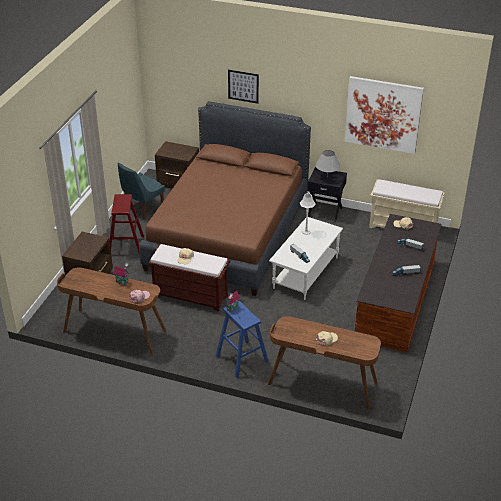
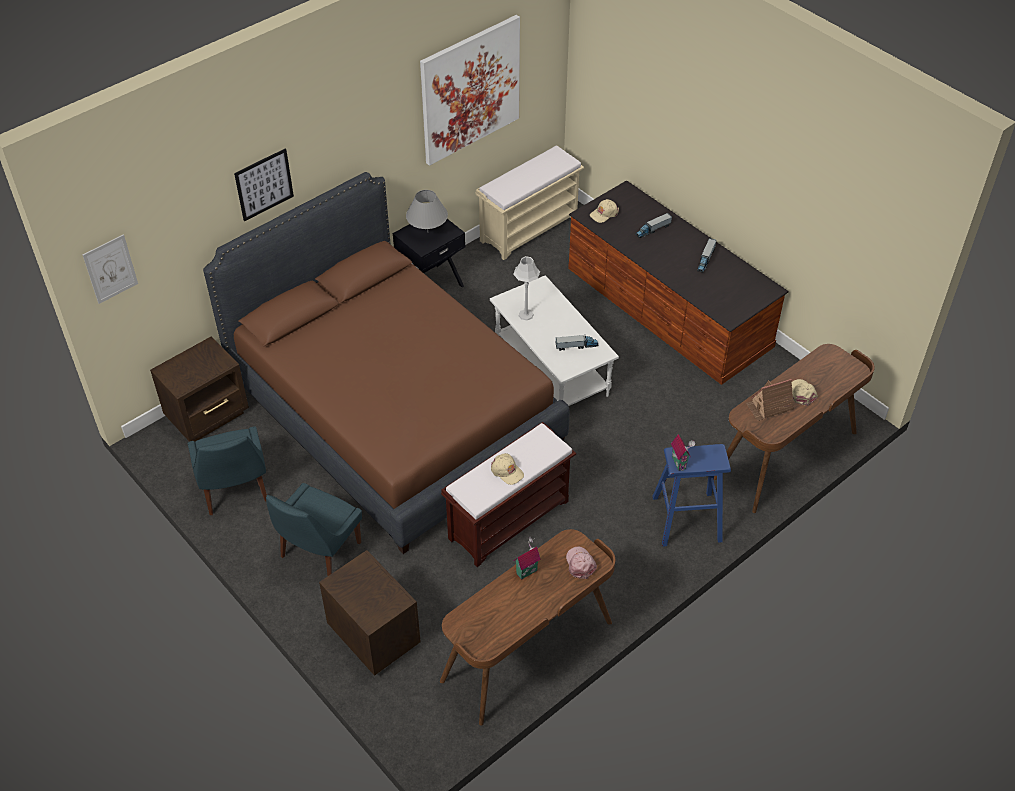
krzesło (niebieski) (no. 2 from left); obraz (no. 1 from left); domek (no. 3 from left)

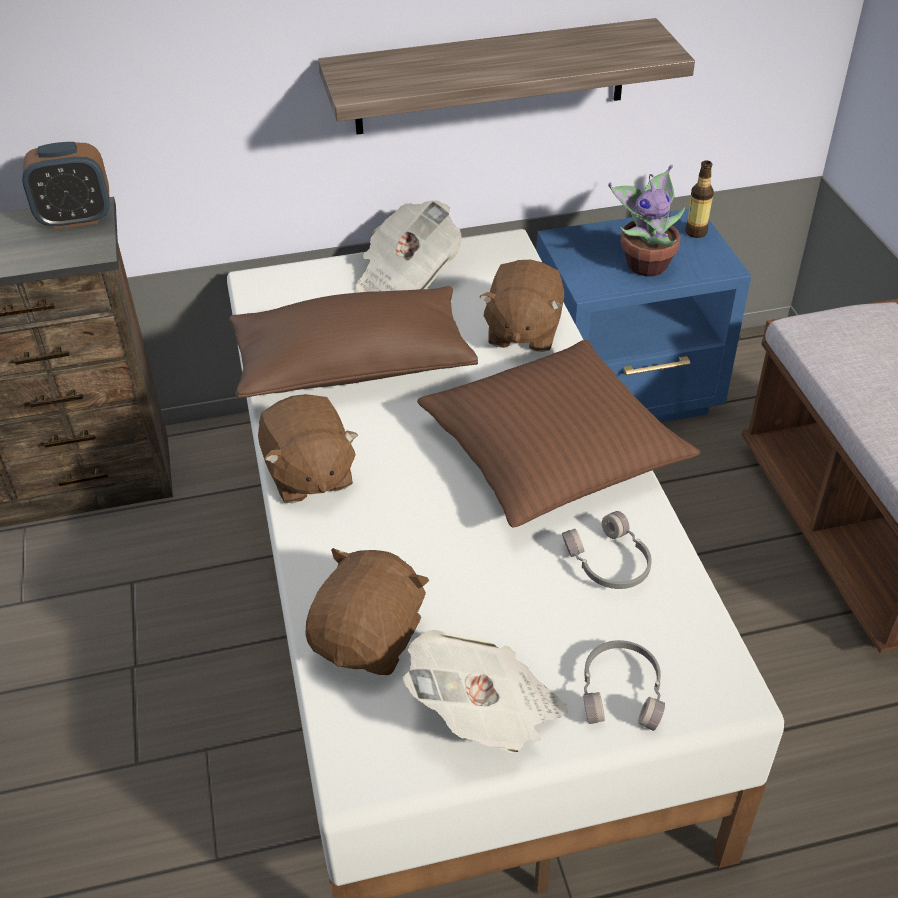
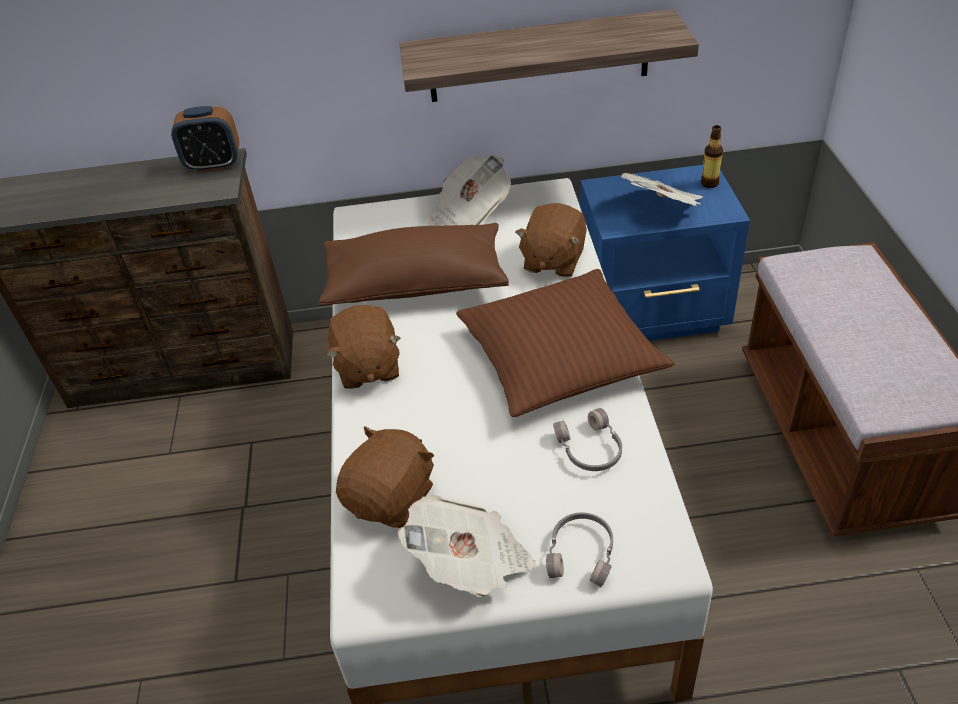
gazeta (no. 3 from left)

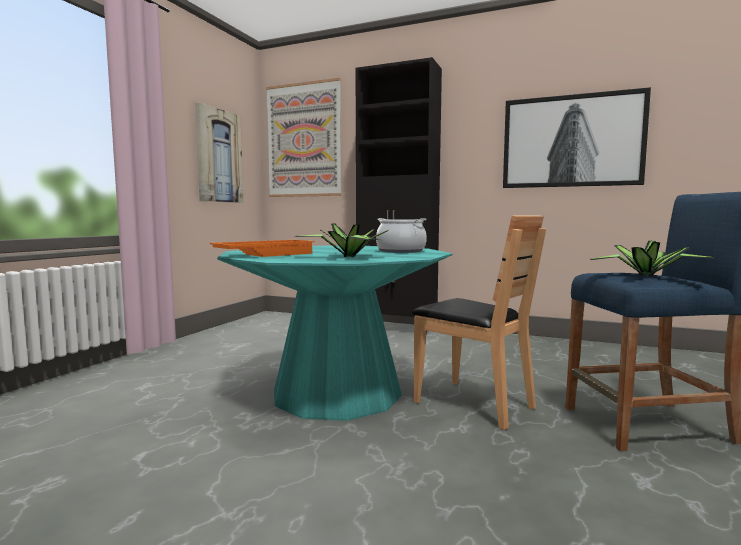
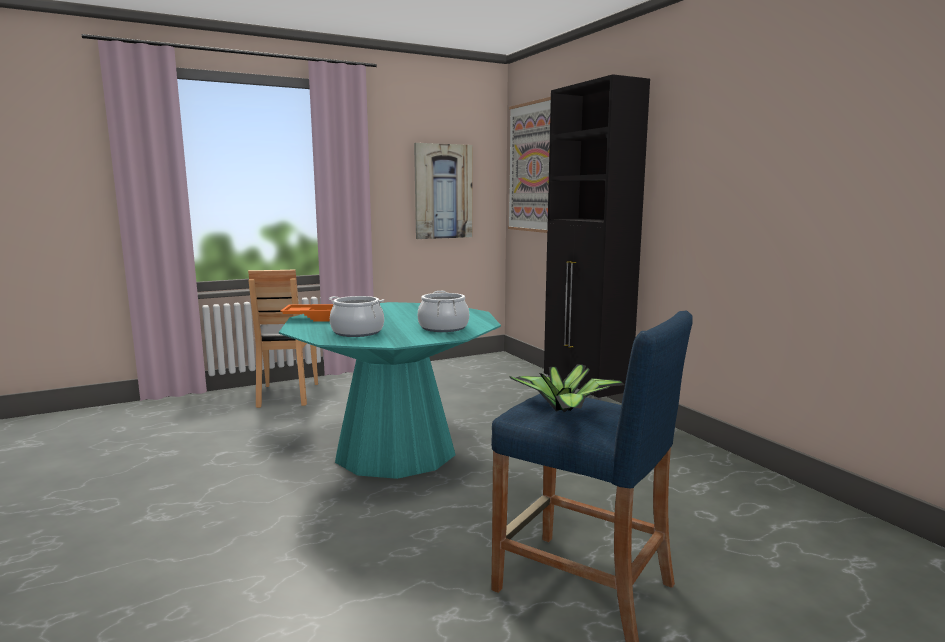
obraz (no. 3 from left in the first image); krzesło (brązowy); garnek (no. 1 from left)

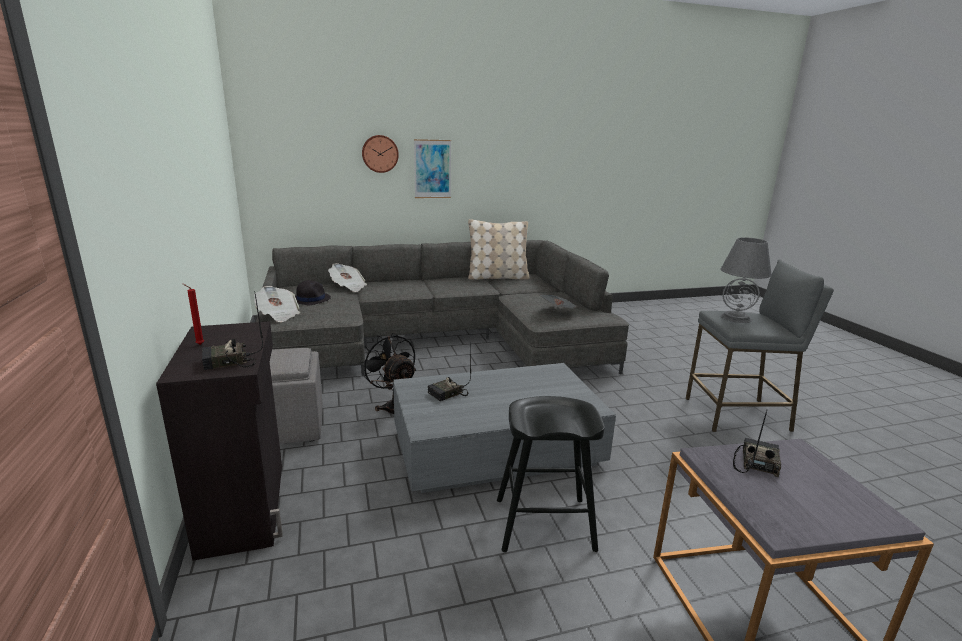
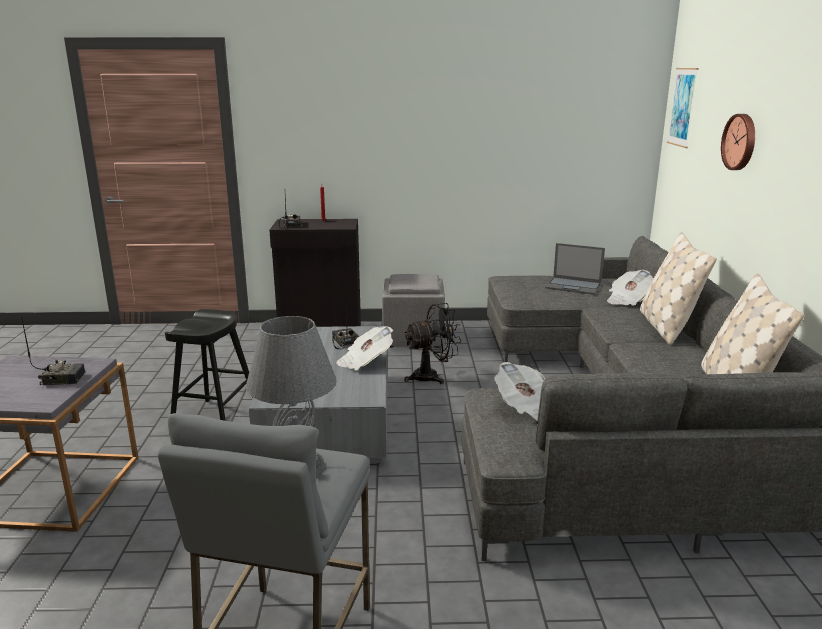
obraz; laptop; gazeta (no. 1 from left); radio (no. 1 from left); poduszka (beżowy) (no. 1 from left)

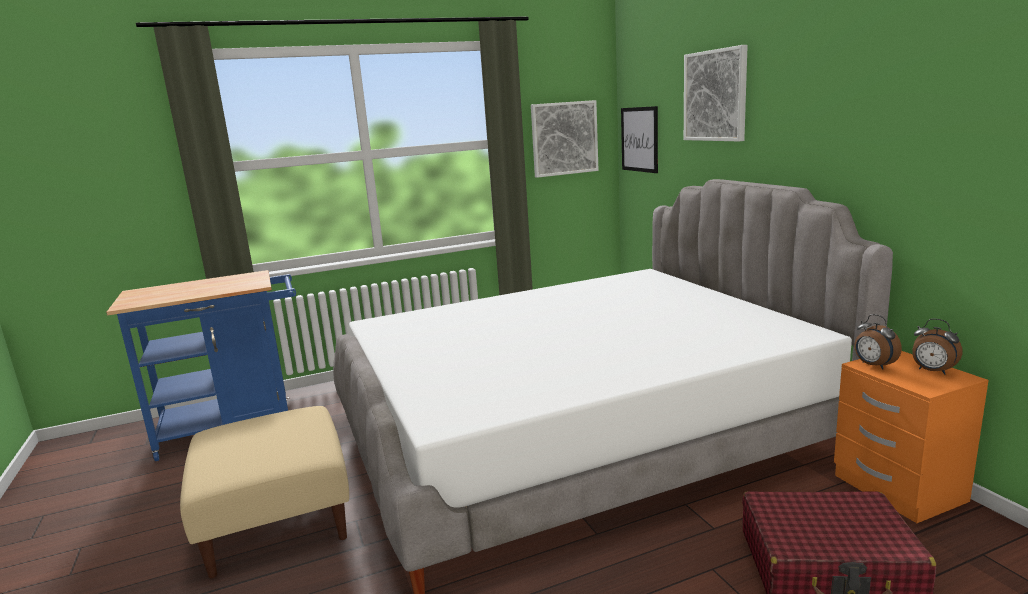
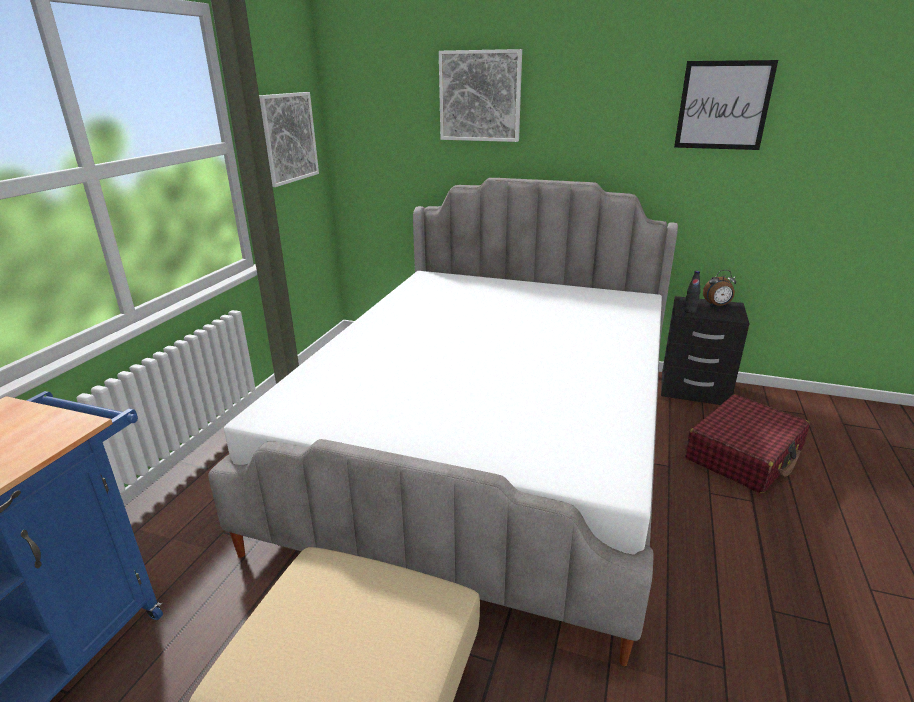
obraz (no. 3 from left); butelka (czarny); szafka nocna (czarny)

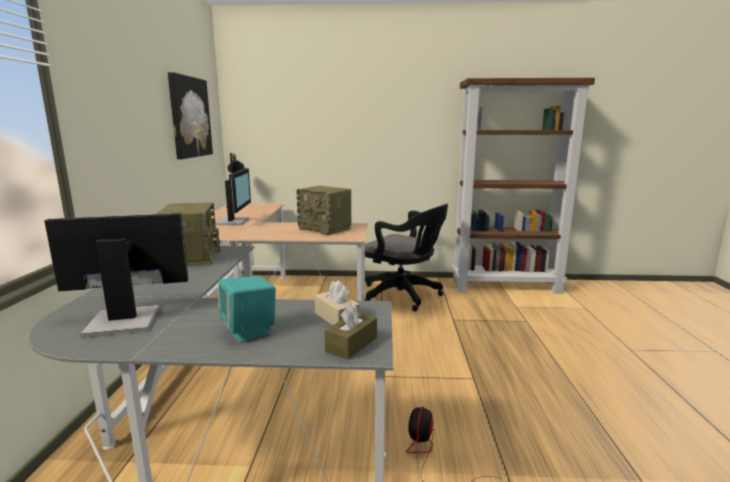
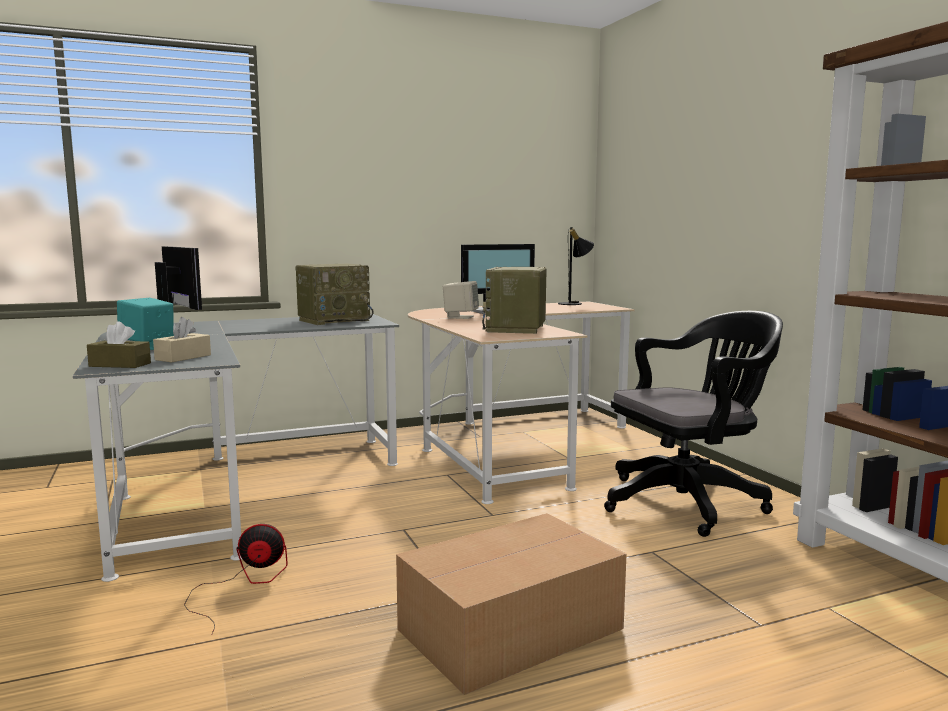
obraz; krzesło biurowe (czarny); głośnik (beżowy); karton

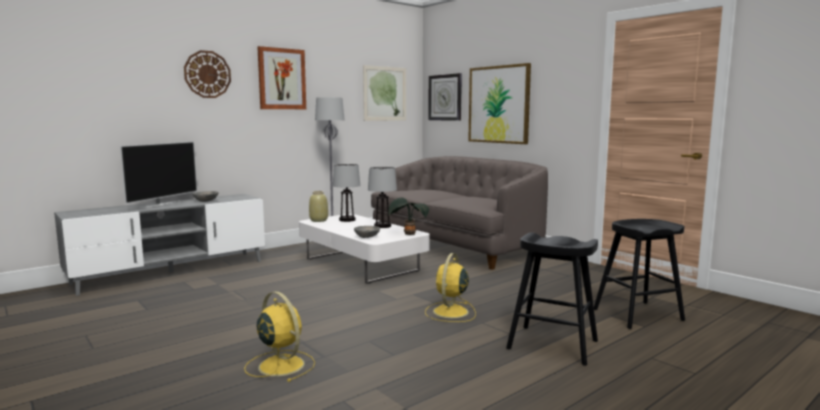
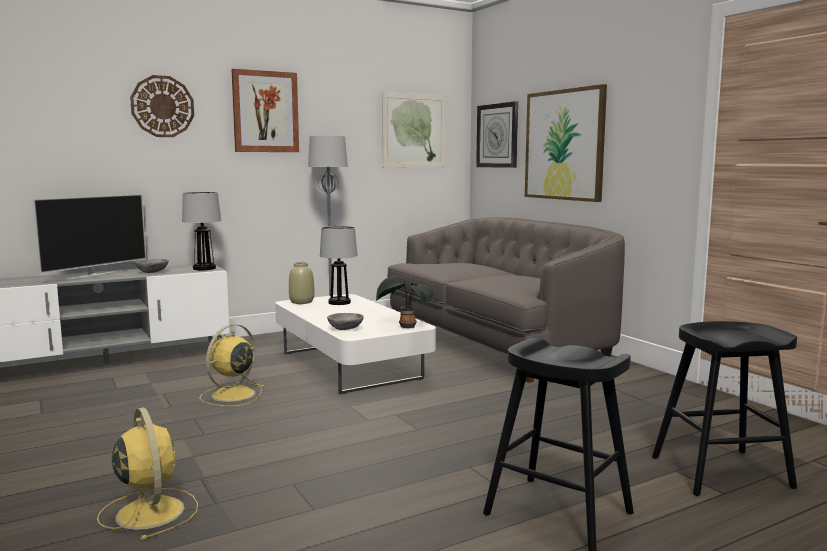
lampa stołowa (no. 1 from left); wentylator (żółty) (no. 2 from left)

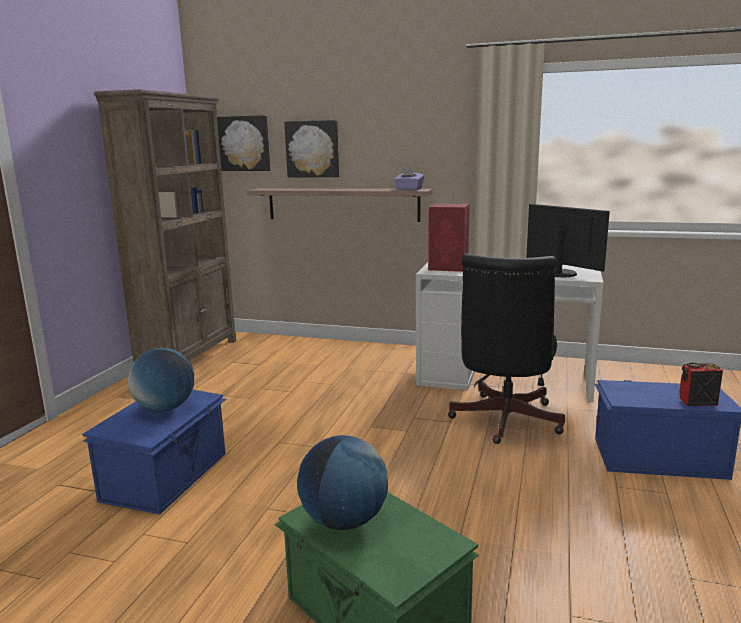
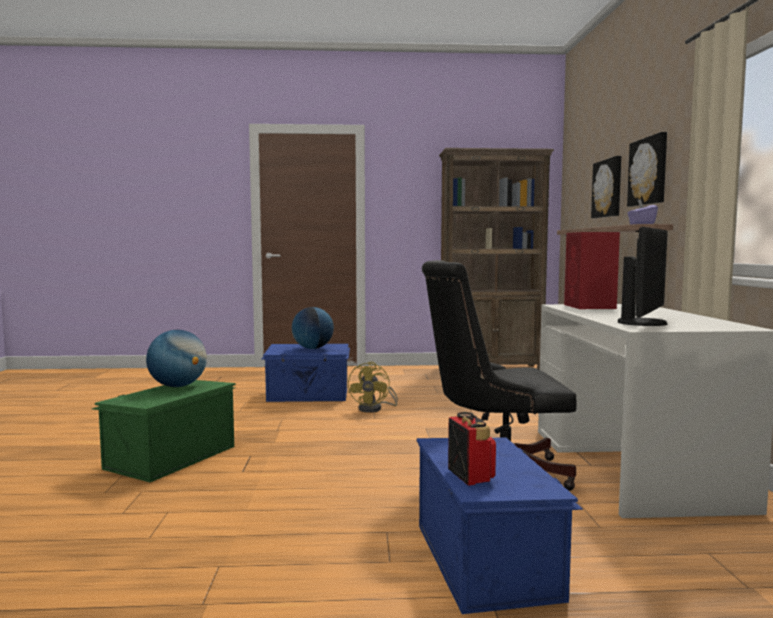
obraz (no. 2 from left); wentylator (żółty)

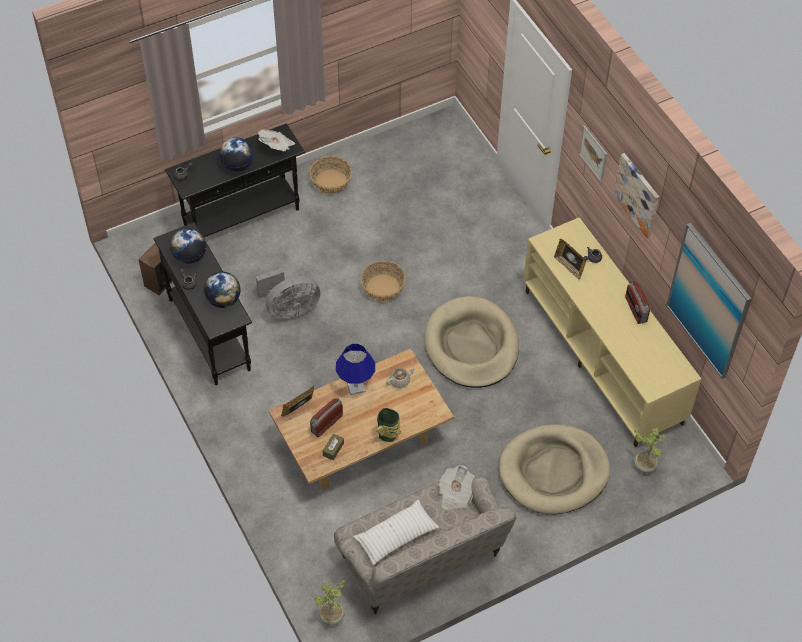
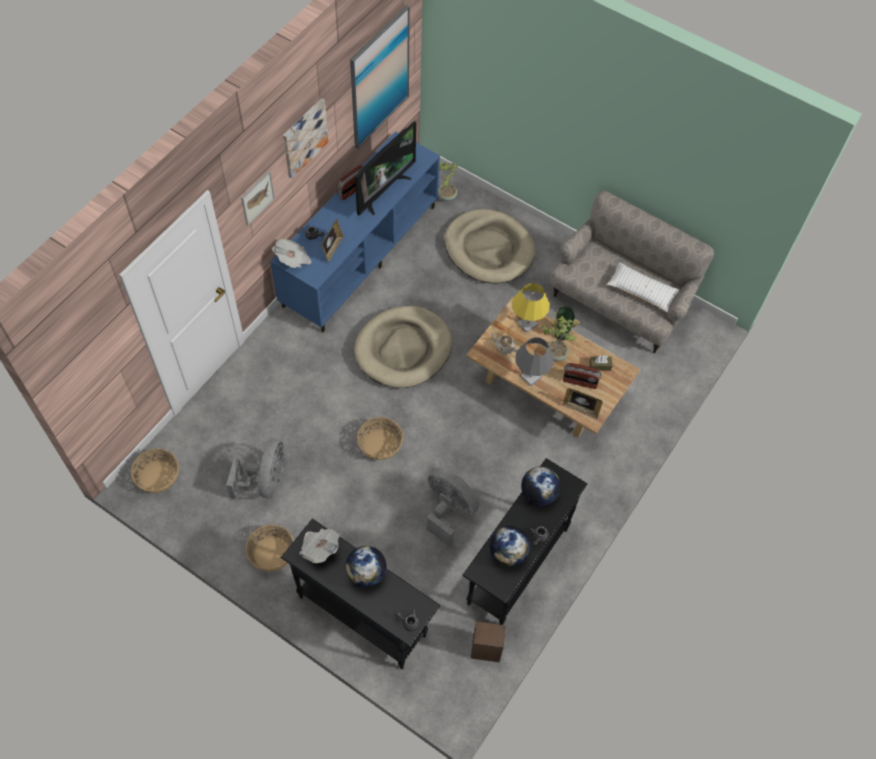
szafka pod telewizor (niebieski); lampa stołowa (szary); gazeta (no. 1 from left); roślina doniczkowa (no. 2 from left); telewizor; lampa stołowa (żółty); wentylator (szary) (no. 1 from left); koszyk (no. 1 from left)

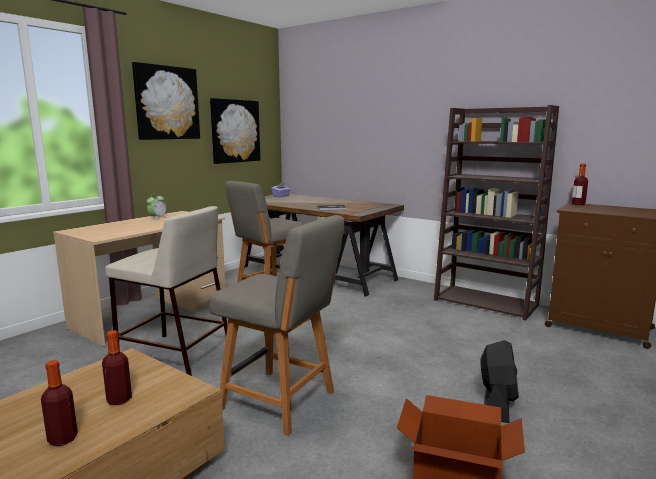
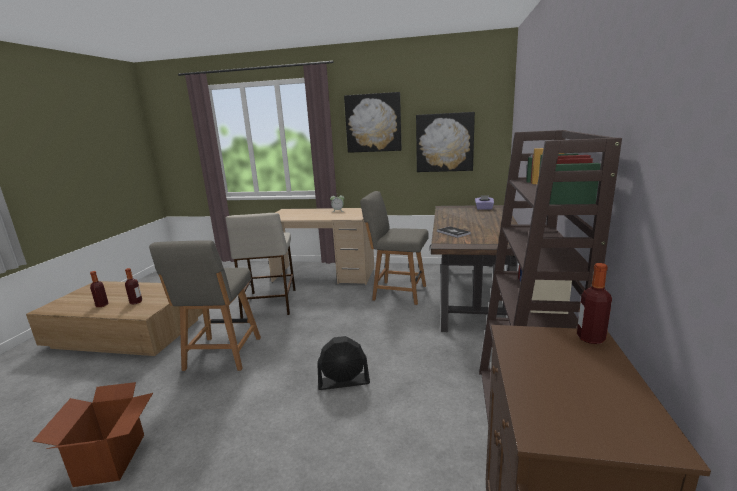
wentylator (czarny)

